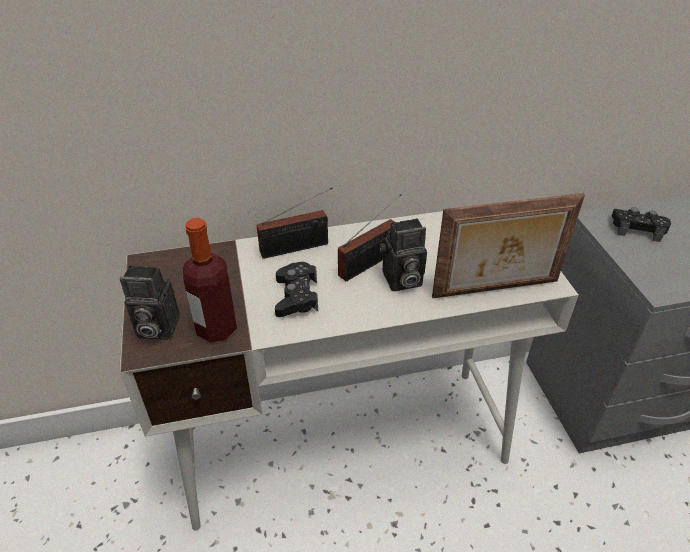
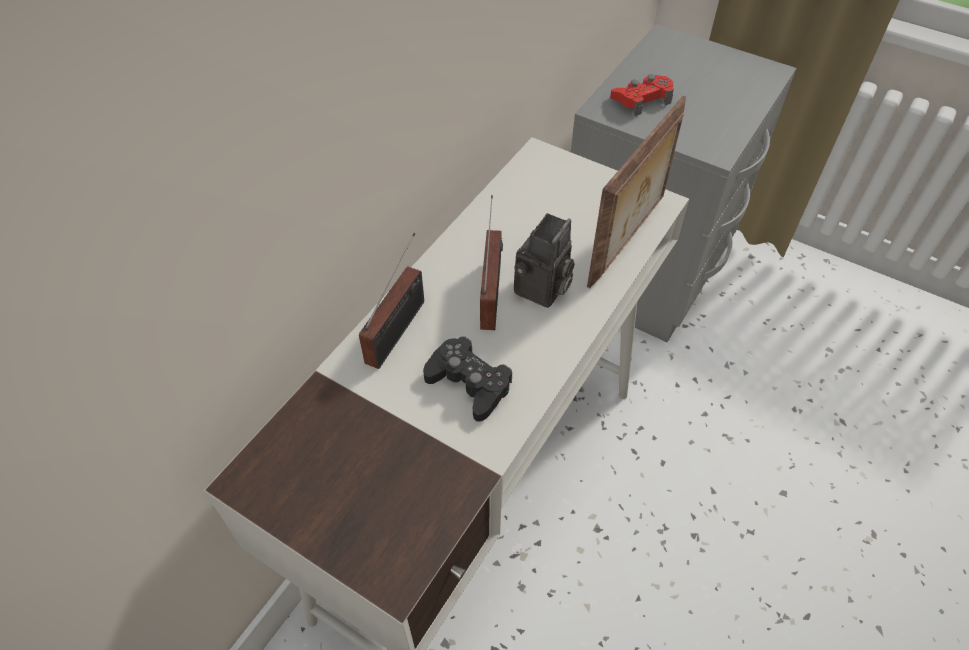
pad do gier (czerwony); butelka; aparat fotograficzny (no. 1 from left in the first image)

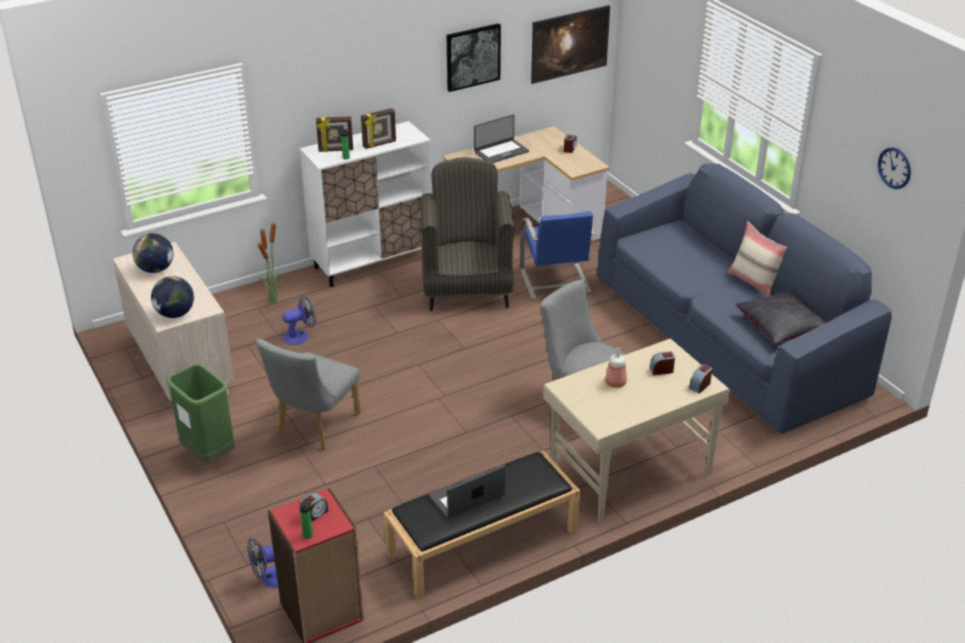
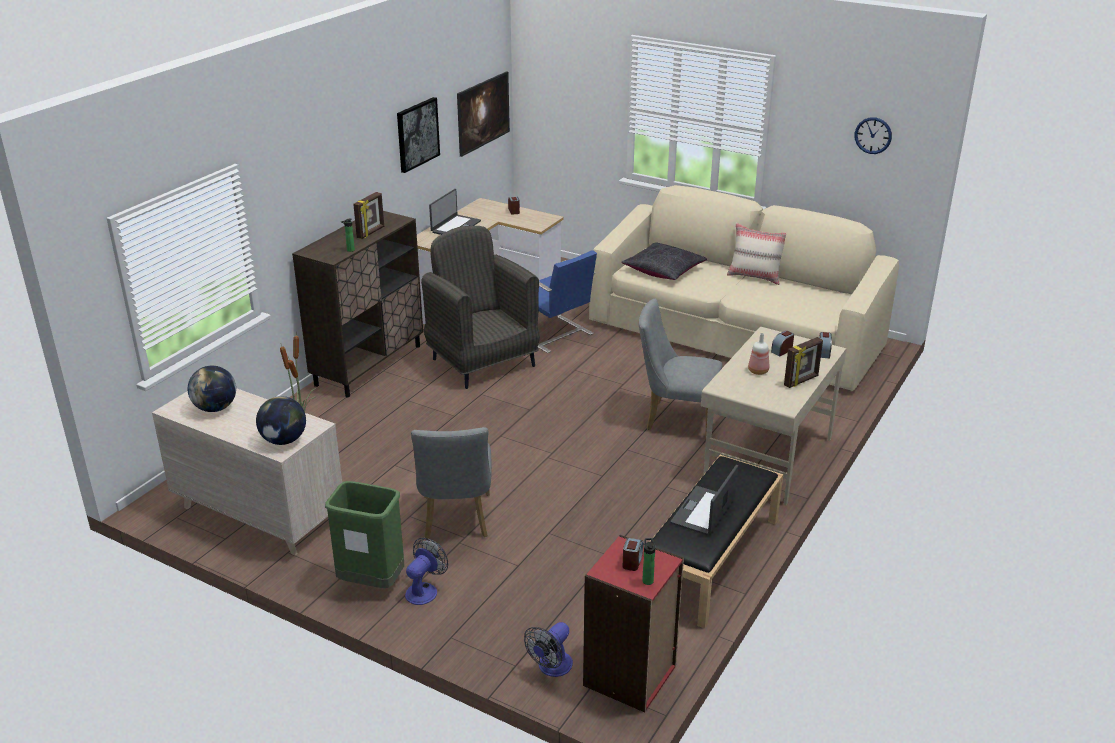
ramka na zdjęcie (no. 2 from left); szafka (brązowy); kanapa (beżowy); poduszka (czarny); wentylator (no. 1 from left)

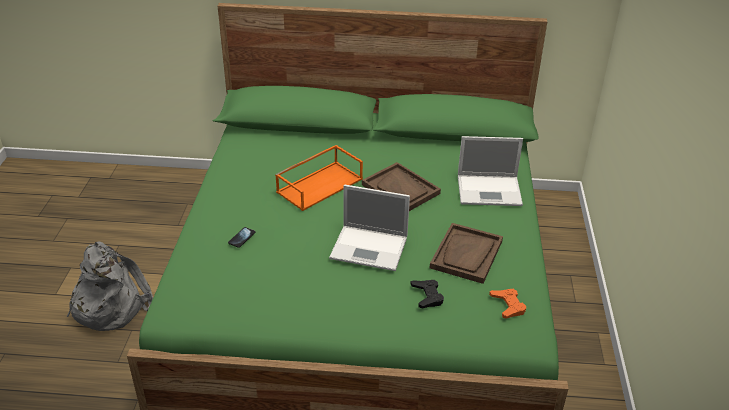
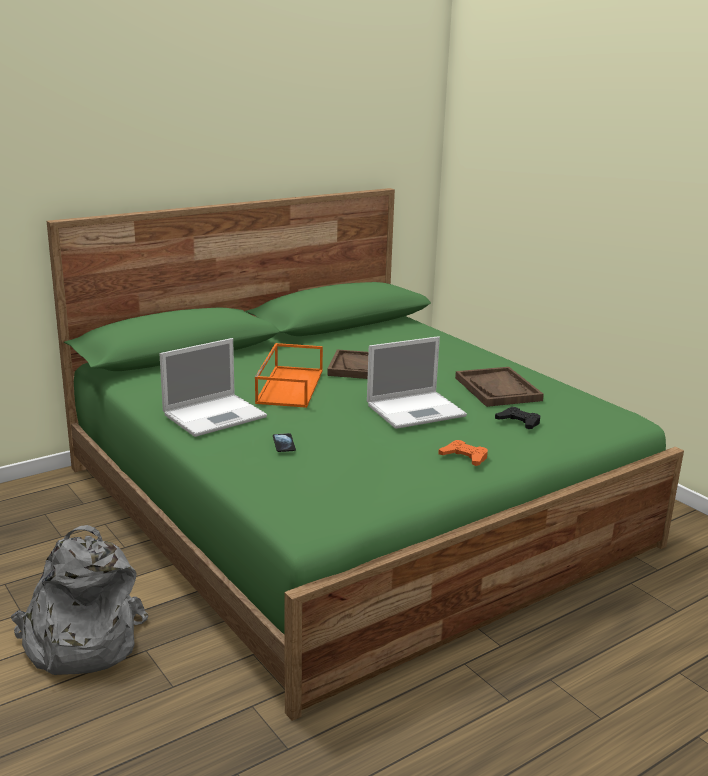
laptop (no. 1 from left); pad do gier (pomarańczowy)

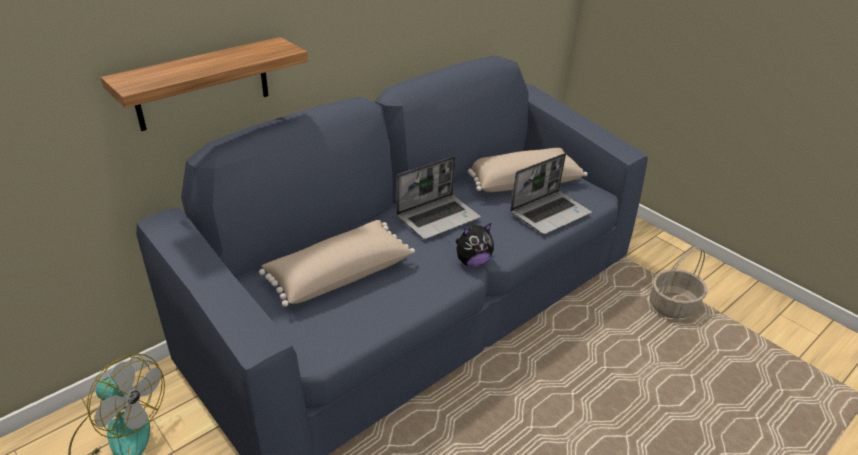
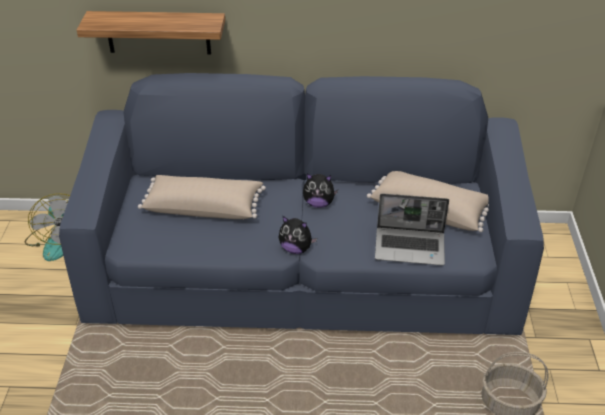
pluszak (no. 2 from left)

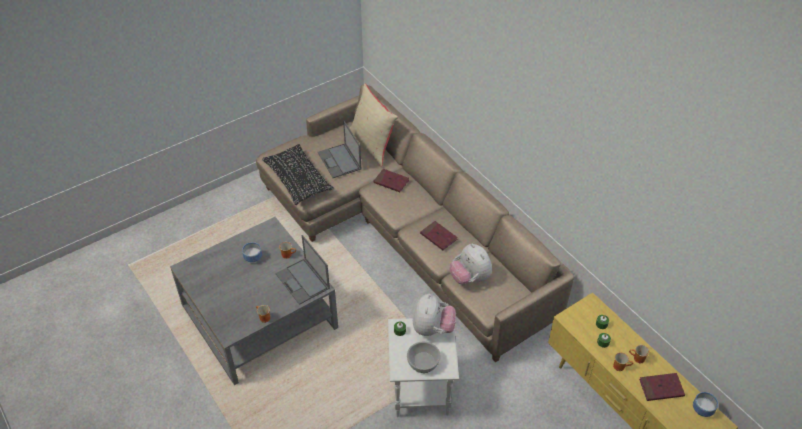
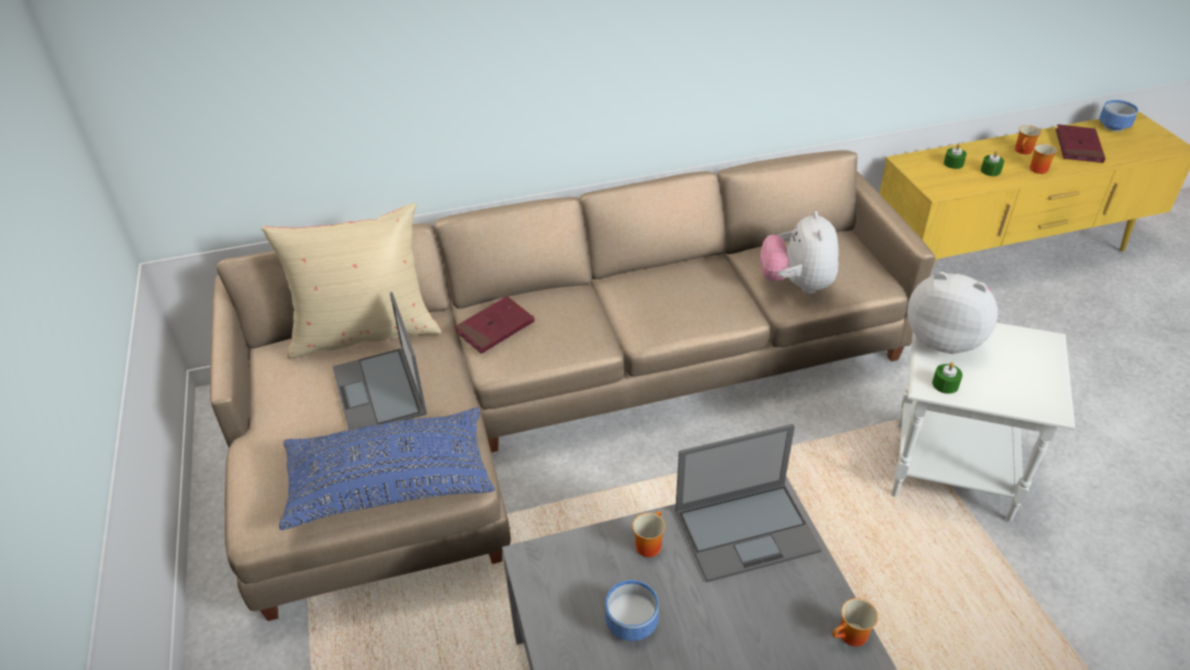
laptop (no. 1 from left); poduszka (niebieski); książka (czerwony) (no. 2 from left in the first image); pluszak (no. 1 from left); miska (no. 2 from left in the first image)

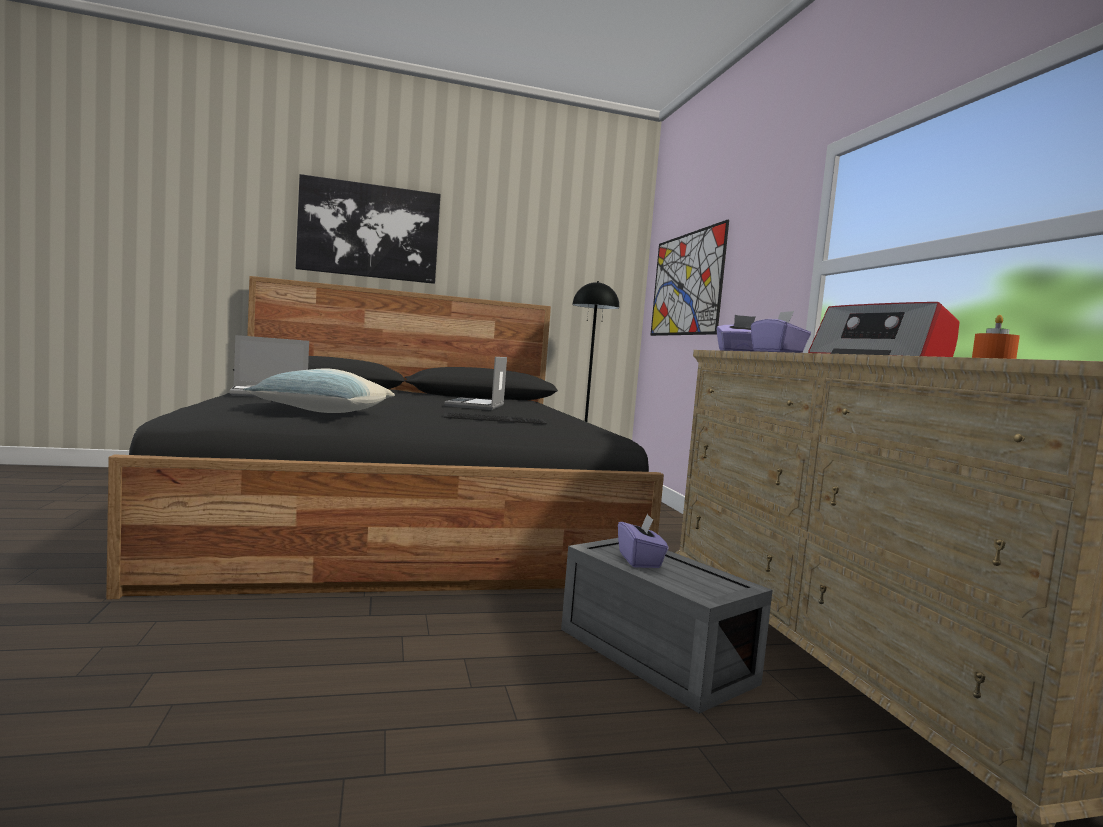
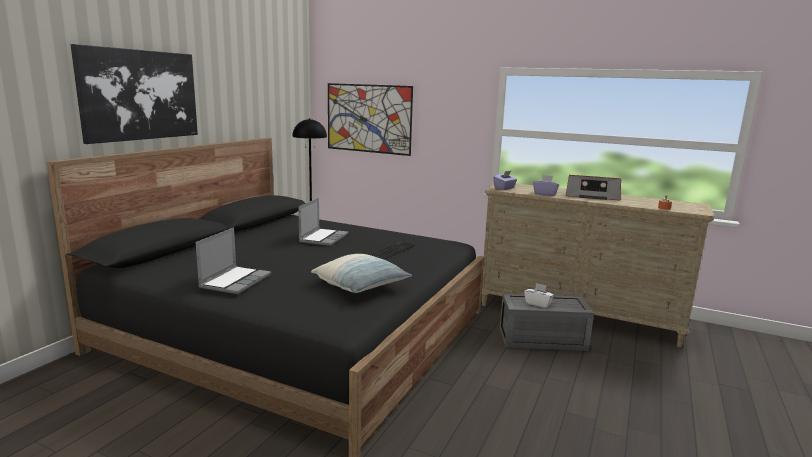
laptop (no. 2 from left); pudełko chusteczek (biały)

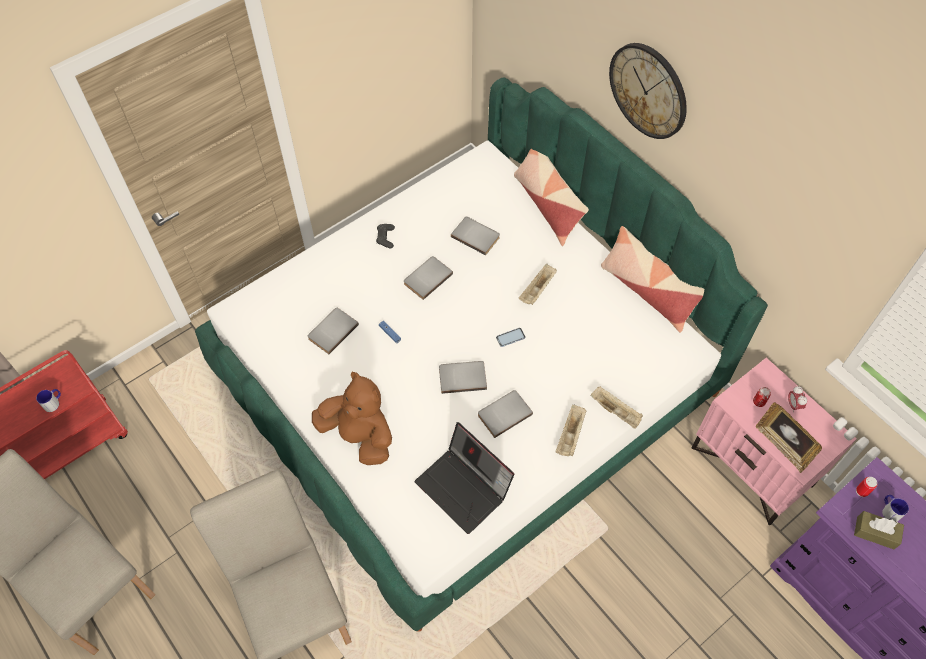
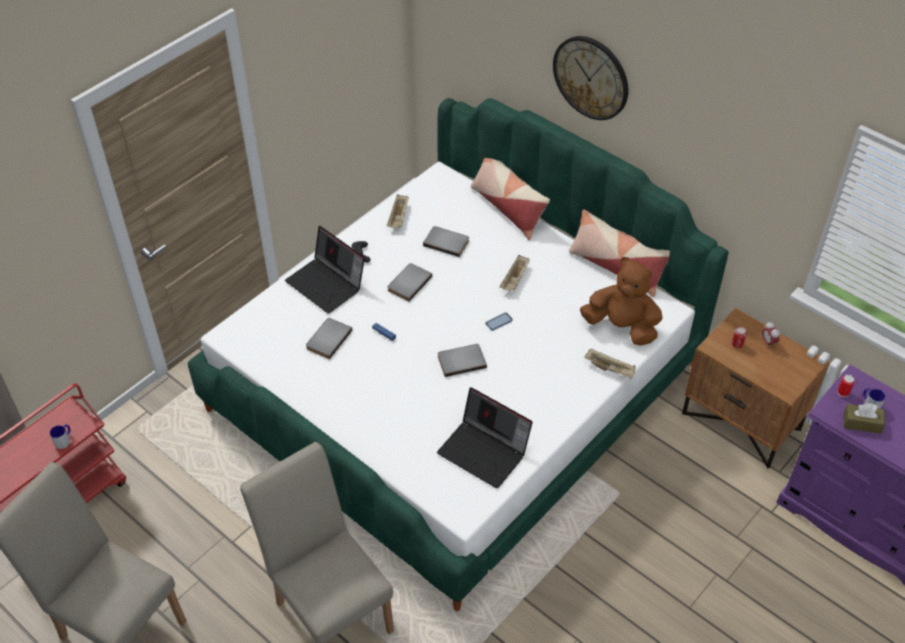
szafka nocna (brązowy); pluszak (brązowy); książka (szary) (no. 5 from left in the first image); ramka na zdjęcie; taca (beżowy) (no. 1 from left); laptop (no. 1 from left)

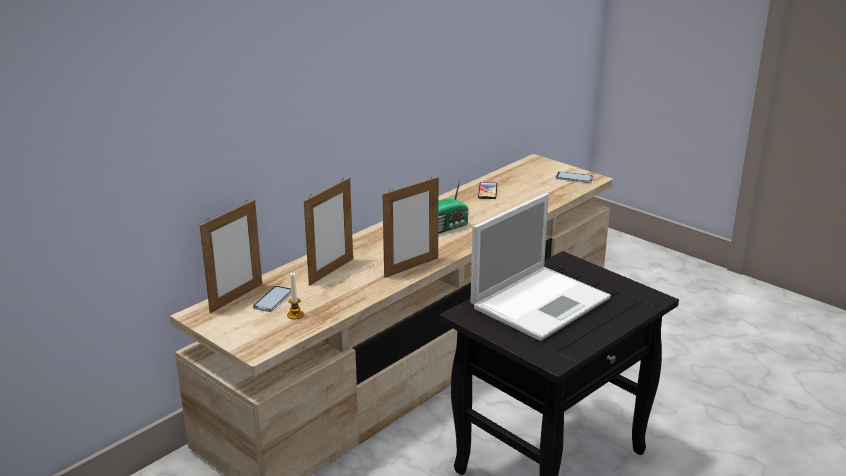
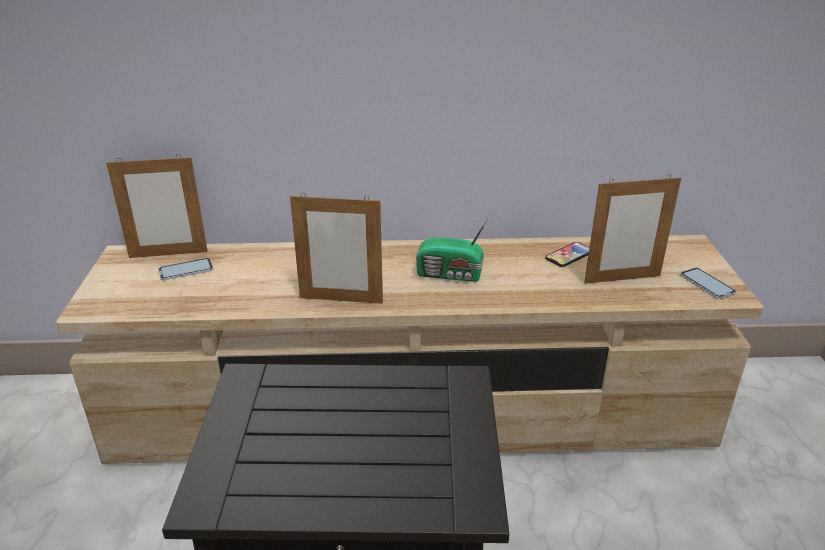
ramka na zdjęcie (no. 3 from left); laptop; świeca

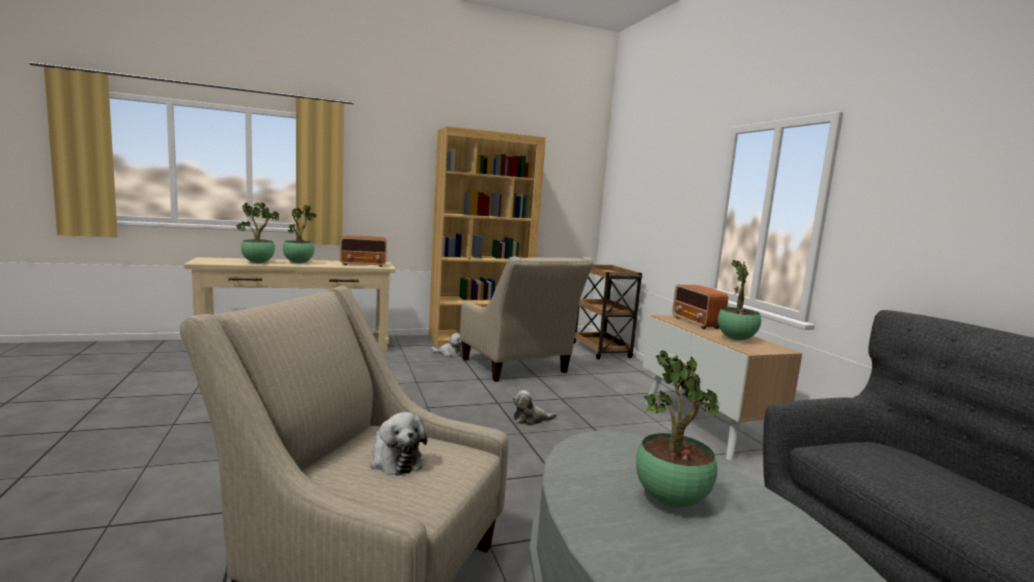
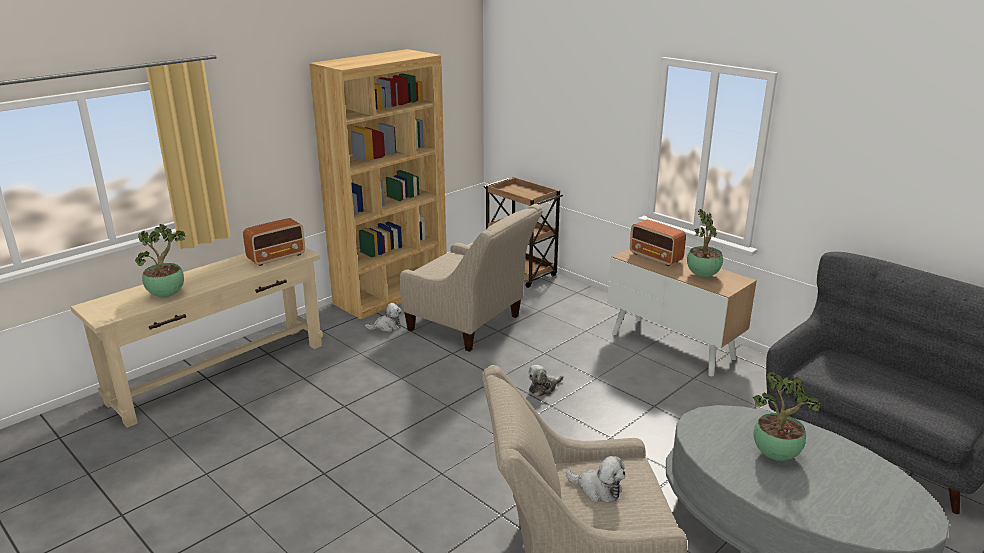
roślina doniczkowa (no. 2 from left in the first image)

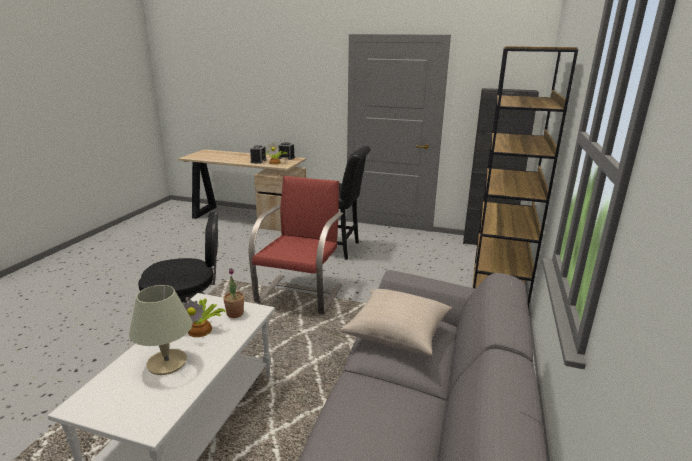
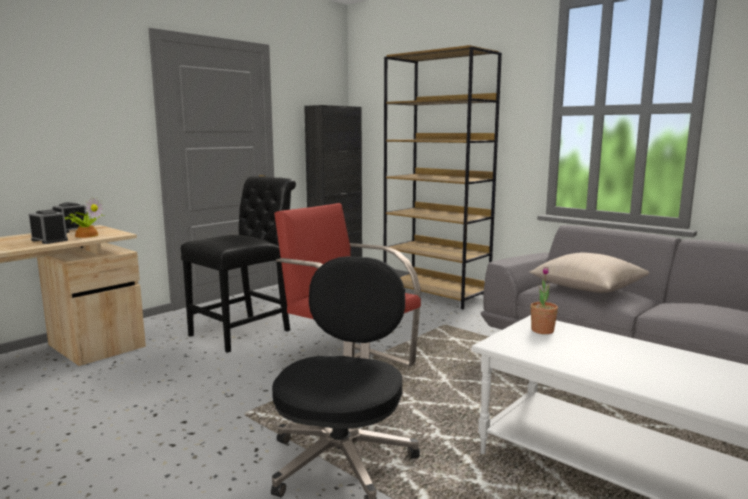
lampa stołowa (beżowy); roślina doniczkowa (no. 1 from left in the first image)

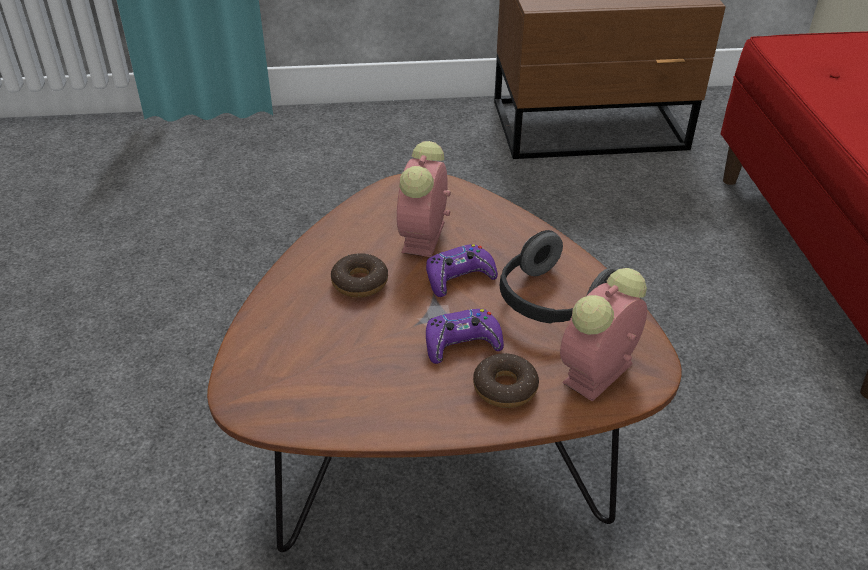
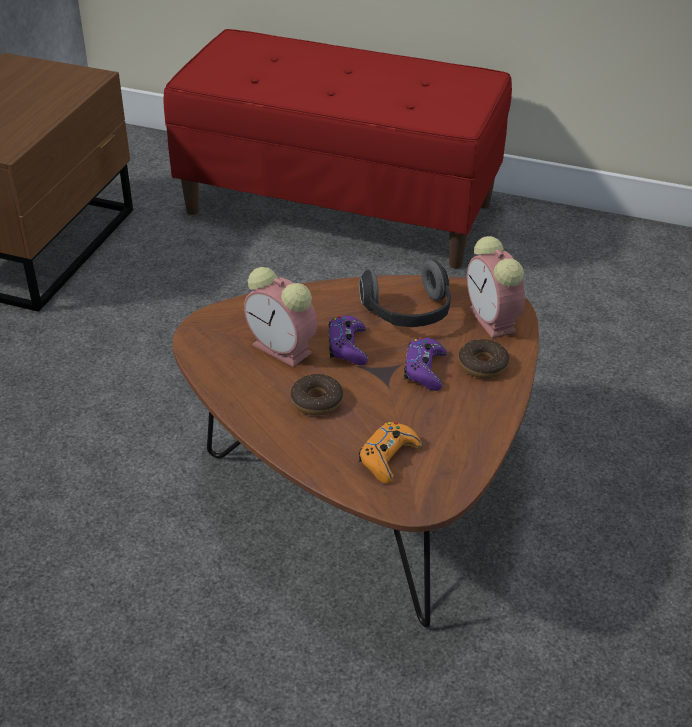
pad do gier (pomarańczowy)

